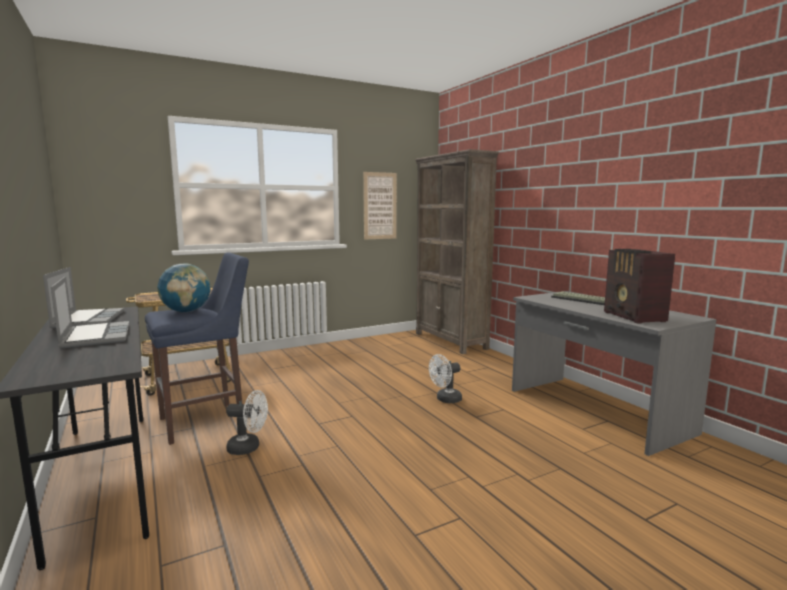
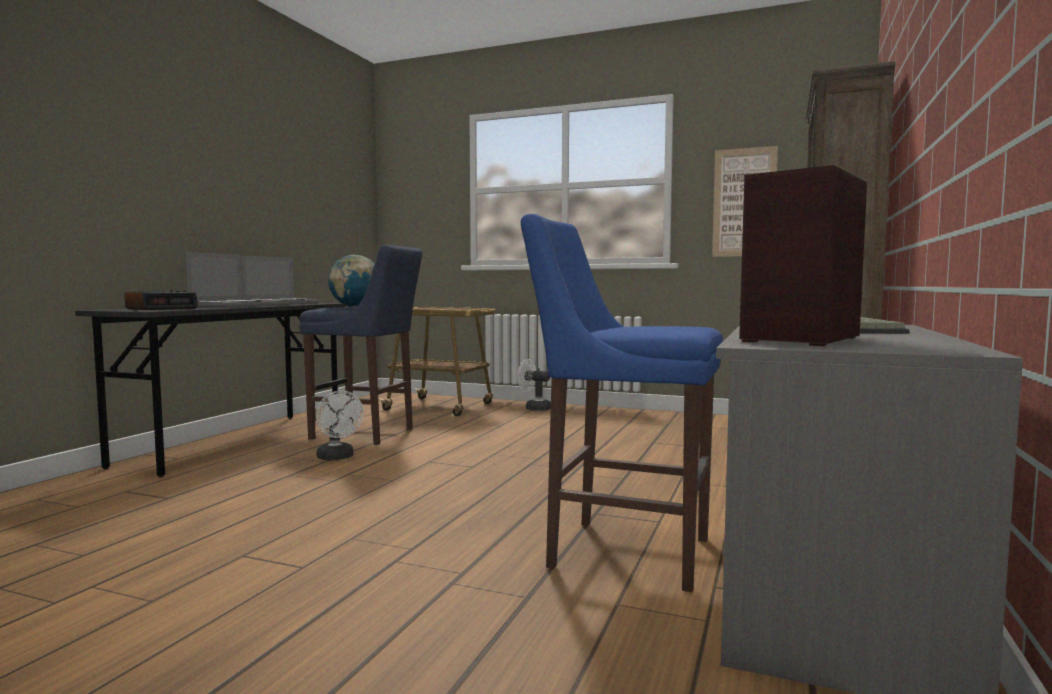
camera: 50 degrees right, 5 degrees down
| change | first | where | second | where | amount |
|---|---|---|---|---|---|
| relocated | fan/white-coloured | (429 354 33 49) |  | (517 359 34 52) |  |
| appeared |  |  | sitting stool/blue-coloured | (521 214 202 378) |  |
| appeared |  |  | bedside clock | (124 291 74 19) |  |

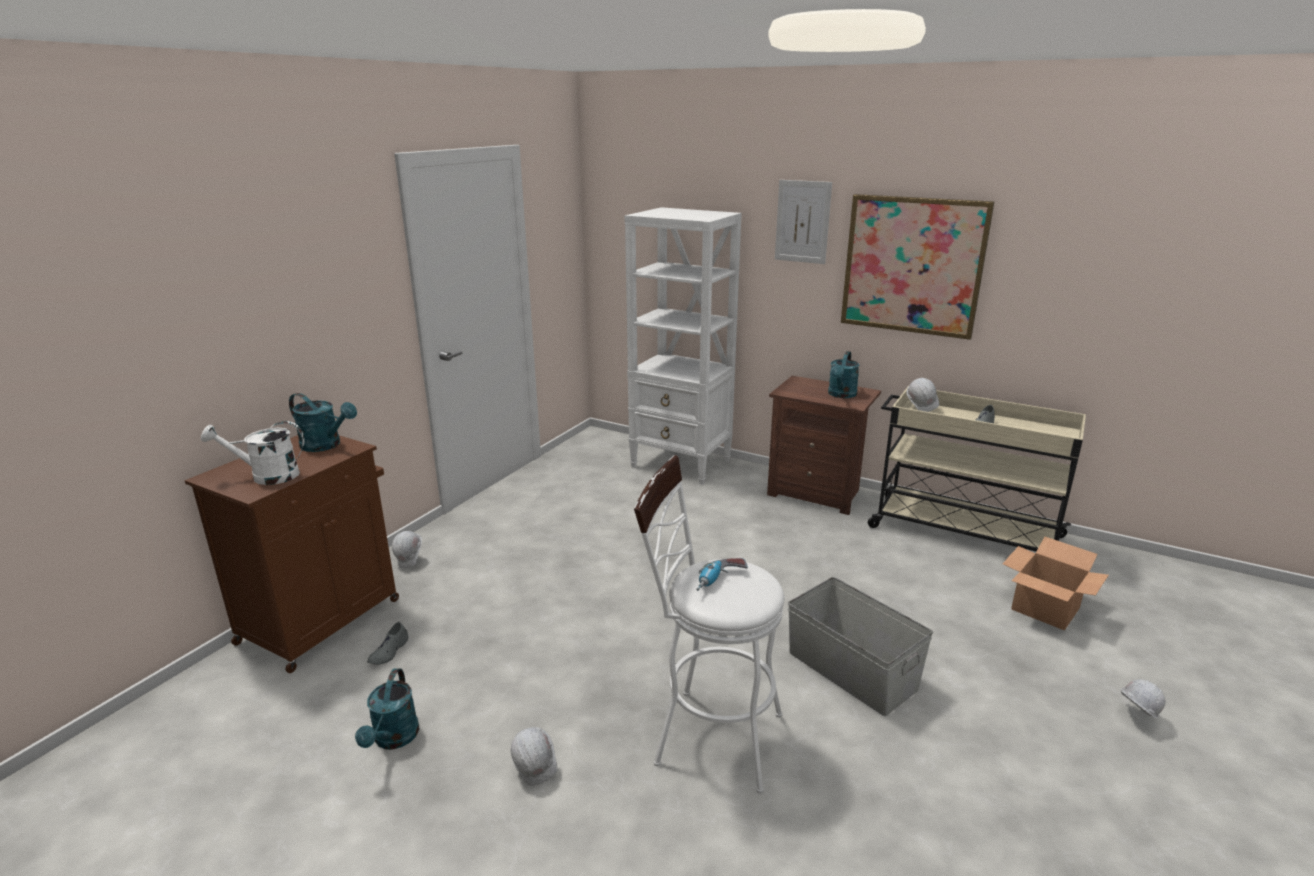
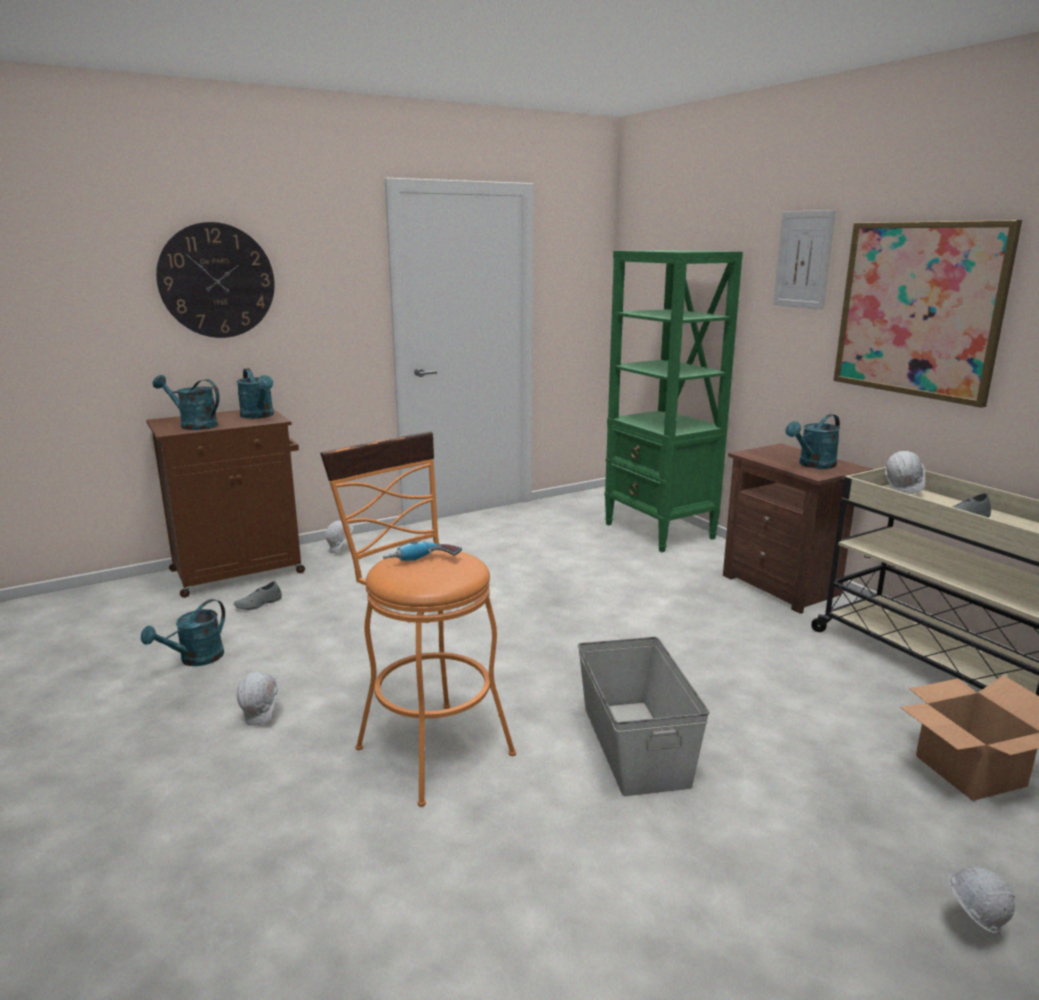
camera: 30 degrees right, 5 degrees down
| change | first | where | second | where | amount |
|---|---|---|---|---|---|
| colour | shelving unit/white-coloured | (625 207 117 278) | shelving unit/green-coloured | (604 250 139 302) |  |
| colour | sprinkling can/white-coloured | (201 421 103 64) | sprinkling can/turquoise | (153 375 67 55) |  |
| colour | sitting stool/white-coloured | (634 455 150 338) | sitting stool/orange-coloured | (320 432 196 375) |  |
| appeared |  |  | hanging clock | (156 222 119 116) |  |

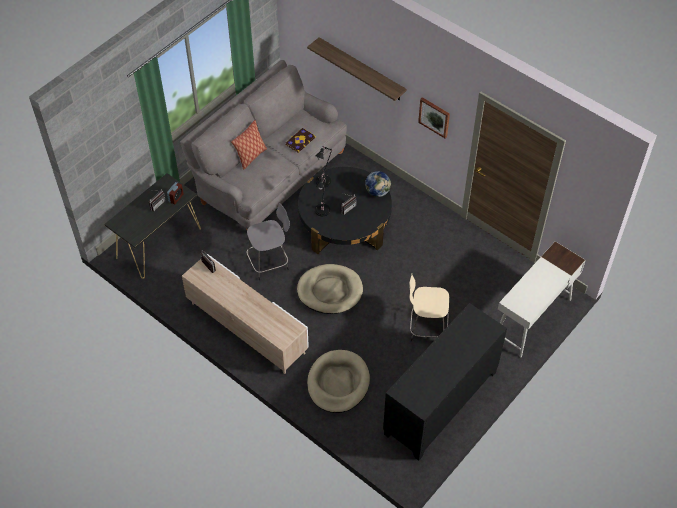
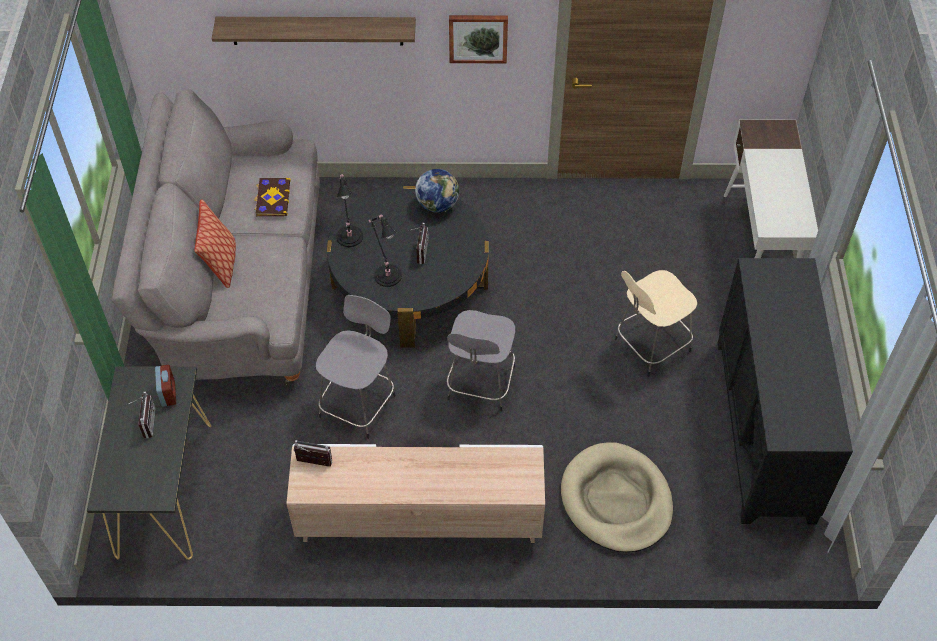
camera: 40 degrees left, 0 degrees up
| change | first | where | second | where | amount |
|---|---|---|---|---|---|
| exchanged | dog cushion/sand-coloured | (297 264 66 50) | sitting stool/gray | (447 310 68 101) |  |

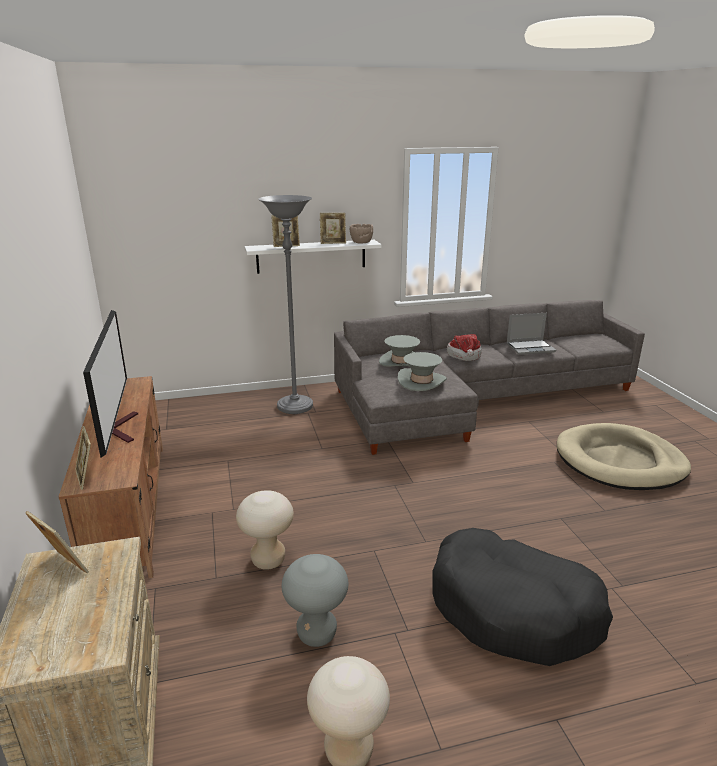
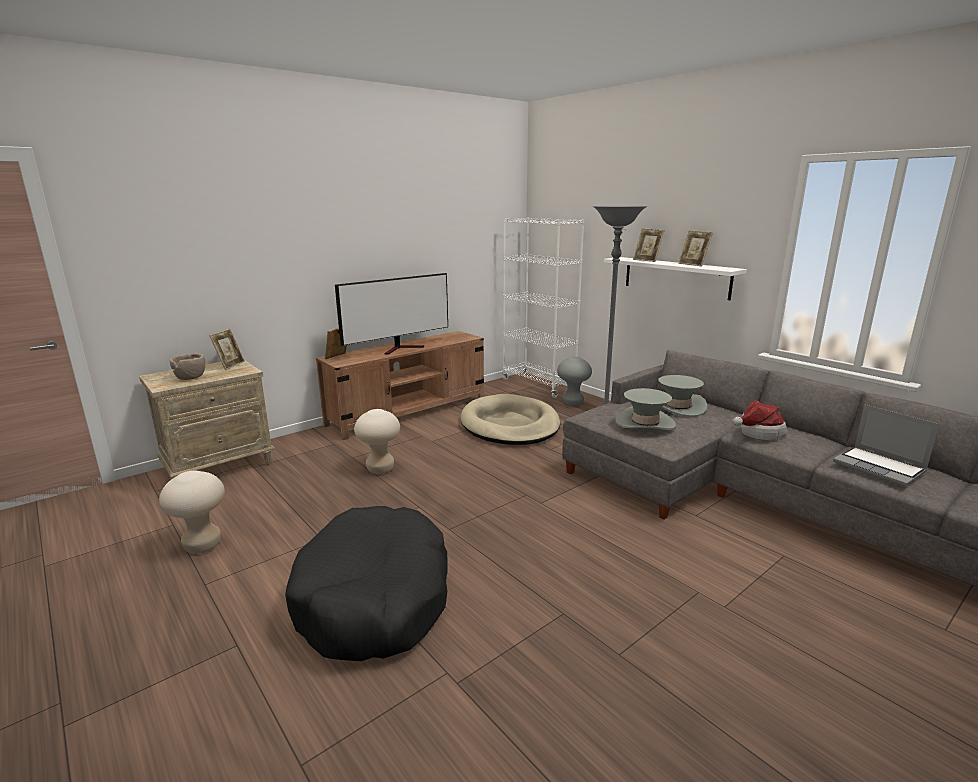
camera: 65 degrees right, 5 degrees down
| change | first | where | second | where | amount |
|---|---|---|---|---|---|
| relocated | serving bowl/brown | (350 224 23 20) |  | (170 353 35 27) |  |
| relocated | dog cushion/sand-coloured | (557 423 134 67) |  | (461 394 99 51) |  |
| relocated | sitting stool/gray | (282 554 66 93) |  | (557 357 35 49) |  |
| appeared |  |  | shelving unit/white-coloured | (502 217 82 181) |  |

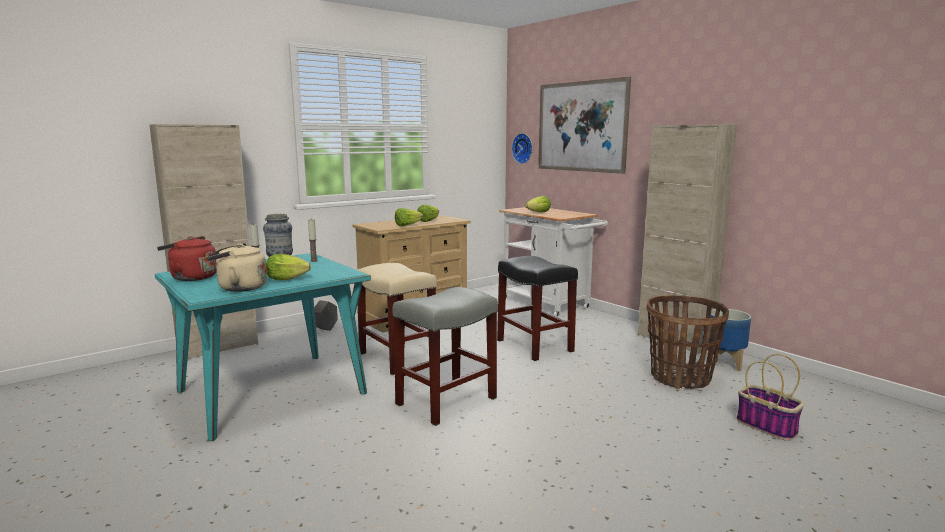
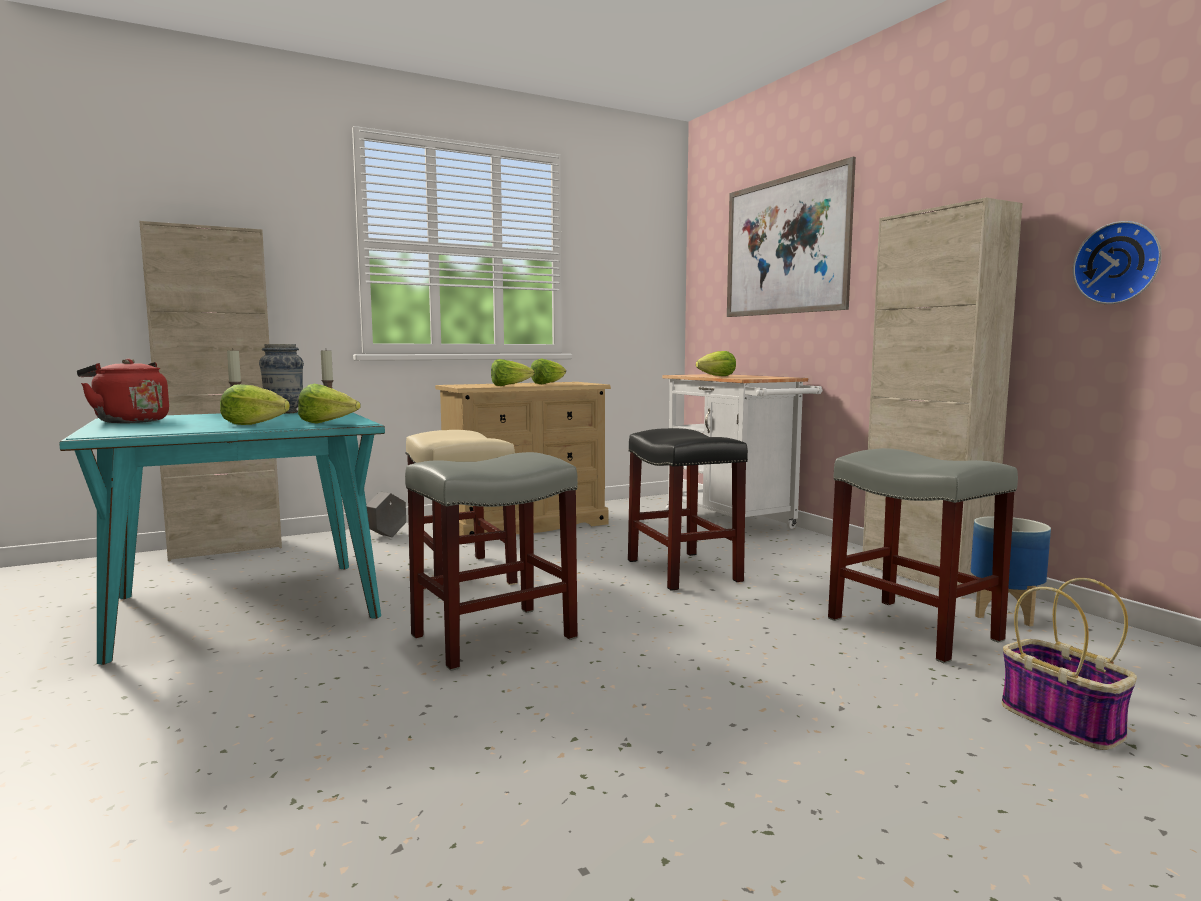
camera: 10 degrees right, 5 degrees down
| change | first | where | second | where | amount |
|---|---|---|---|---|---|
| relocated | hanging clock | (512 133 21 31) |  | (1073 221 89 83) |  |
| missing | kettle/sand-coloured | (207 243 60 49) |  |  |  |
| exchanged | storage basket | (646 295 83 94) | sitting stool/gray | (828 448 190 215) |  |
| appeared |  |  | lettuce | (298 384 63 40) |  |

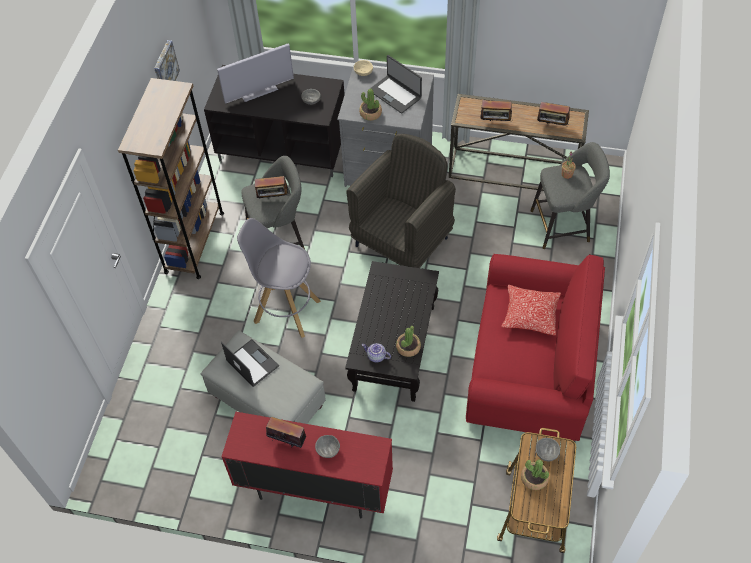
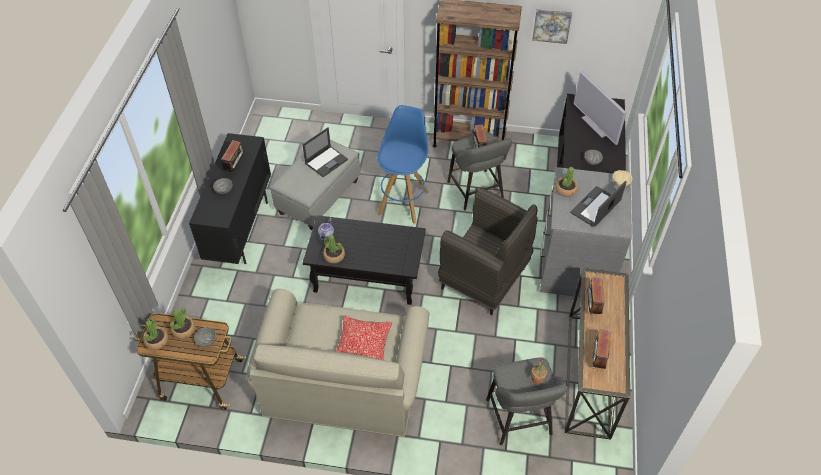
camera: 85 degrees right, 5 degrees down
| change | first | where | second | where | amount |
|---|---|---|---|---|---|
| colour | sitting stool/gray | (237 218 84 120) | sitting stool/blue-coloured | (377 105 51 119) |  |
| colour | couch/reddish | (466 254 139 187) | couch/sand-coloured | (246 288 184 149) |  |
| colour | storage cabinet/reddish | (221 412 172 106) | storage cabinet/blackish | (189 133 82 131) |  |
| appeared |  |  | potted plant | (143 318 25 32) |  |

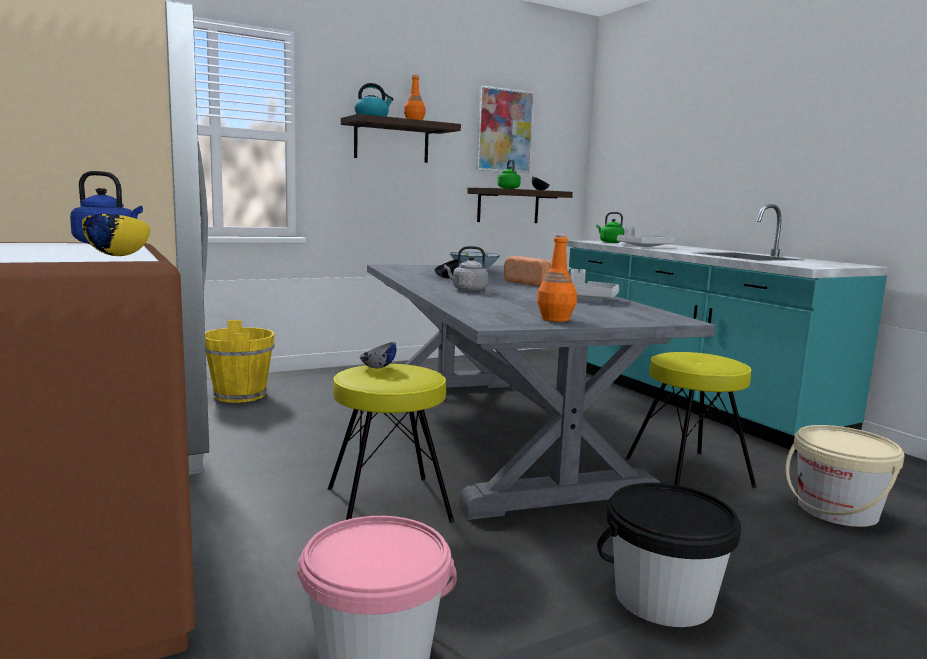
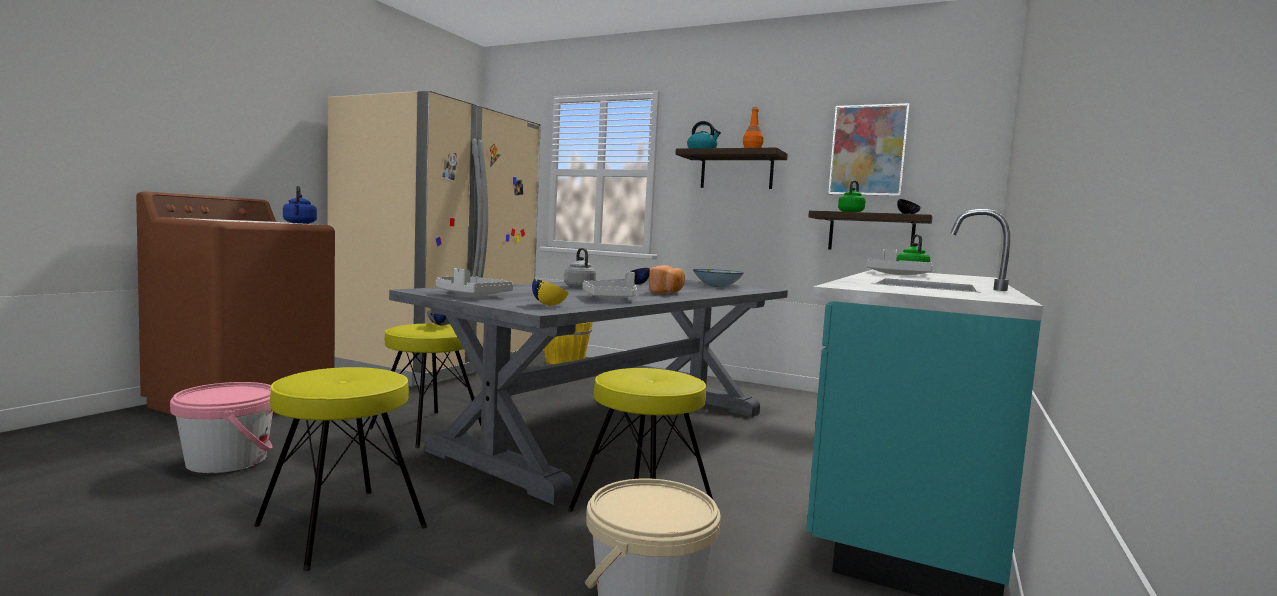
camera: 55 degrees right, 5 degrees down
| change | first | where | second | where | amount |
|---|---|---|---|---|---|
| relocated | serving bowl/yellowish | (82 214 68 42) |  | (532 279 37 27) |  |
| exchanged | beverage bottle/orange-coloured | (537 234 40 88) | serving tray/gray | (436 268 77 28) |  |
| exchanged | bucket/blackish | (597 483 144 144) | sitting stool/yellowish | (254 367 173 204) |  |

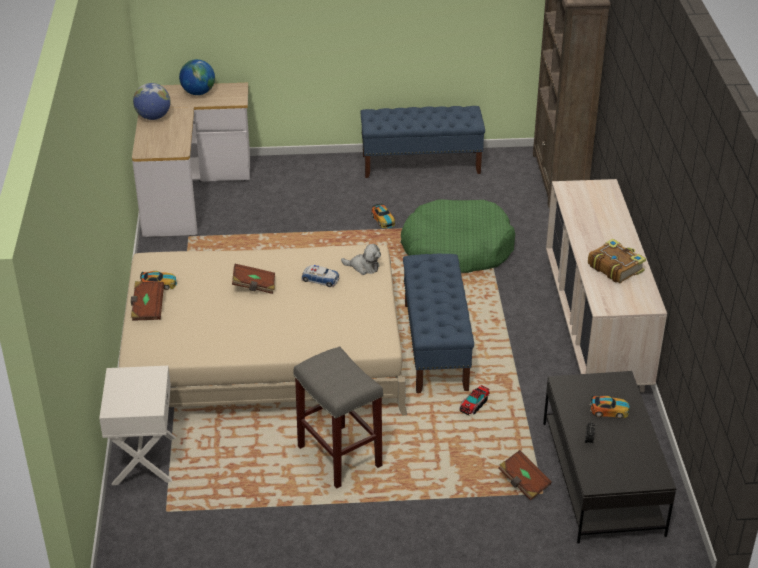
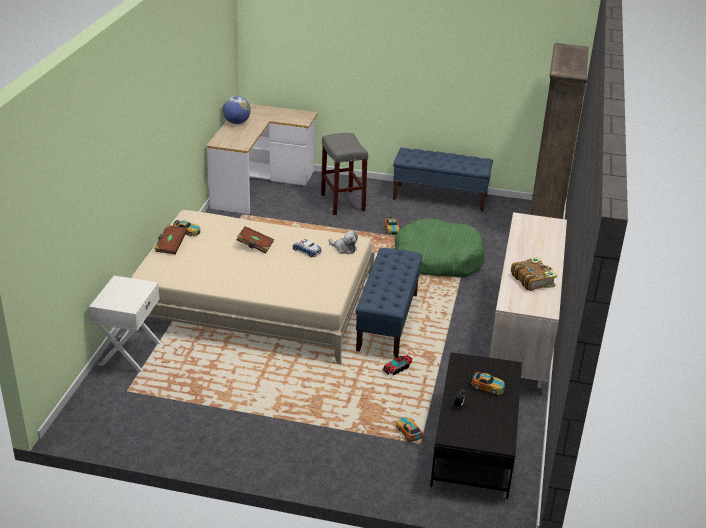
camera: 15 degrees right, 5 degrees down
| change | first | where | second | where | amount |
|---|---|---|---|---|---|
| missing | world globe | (179 59 36 36) |  |  |  |
| relocated | sitting stool/gray | (294 346 89 142) |  | (321 133 47 82) |  |
| exchanged | book/brown | (498 450 54 51) | toy car | (396 418 27 24) |  |

